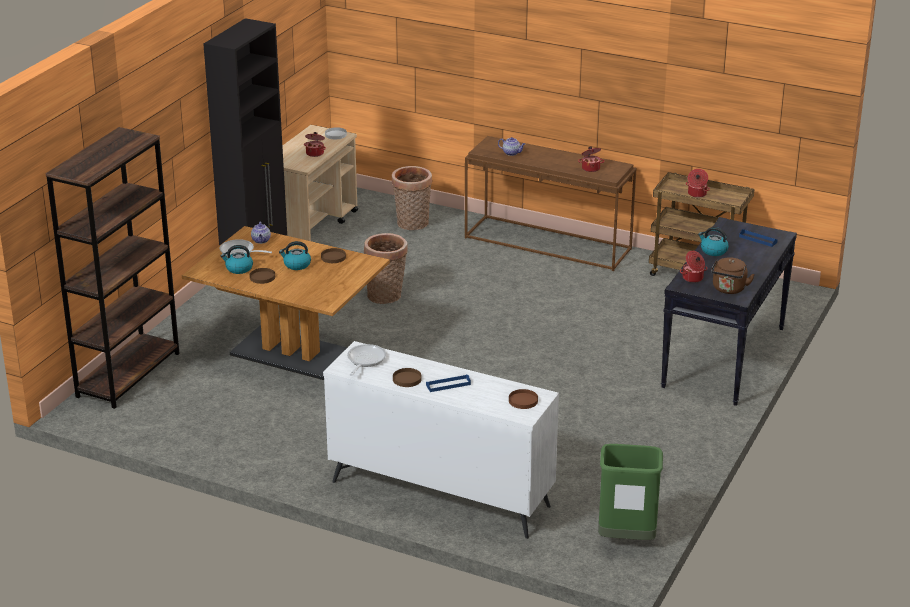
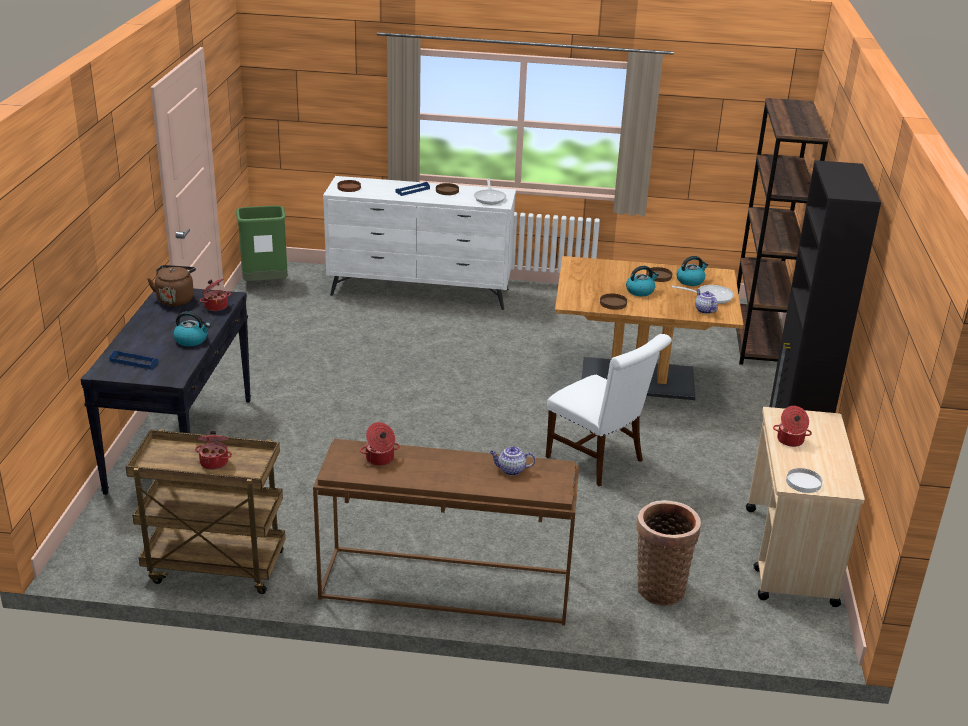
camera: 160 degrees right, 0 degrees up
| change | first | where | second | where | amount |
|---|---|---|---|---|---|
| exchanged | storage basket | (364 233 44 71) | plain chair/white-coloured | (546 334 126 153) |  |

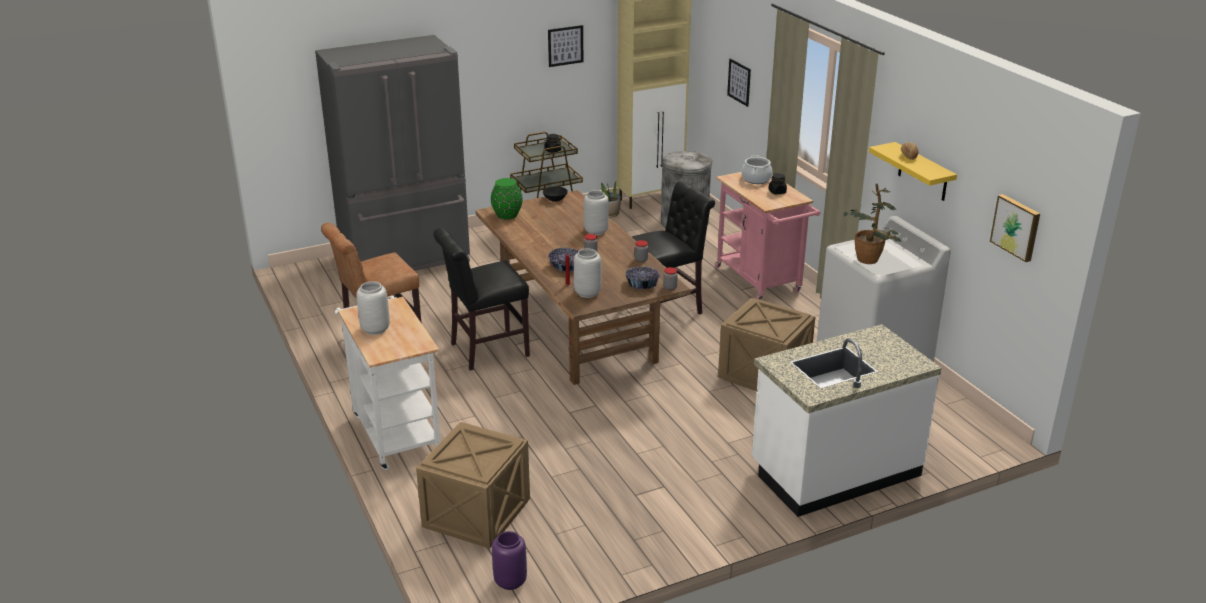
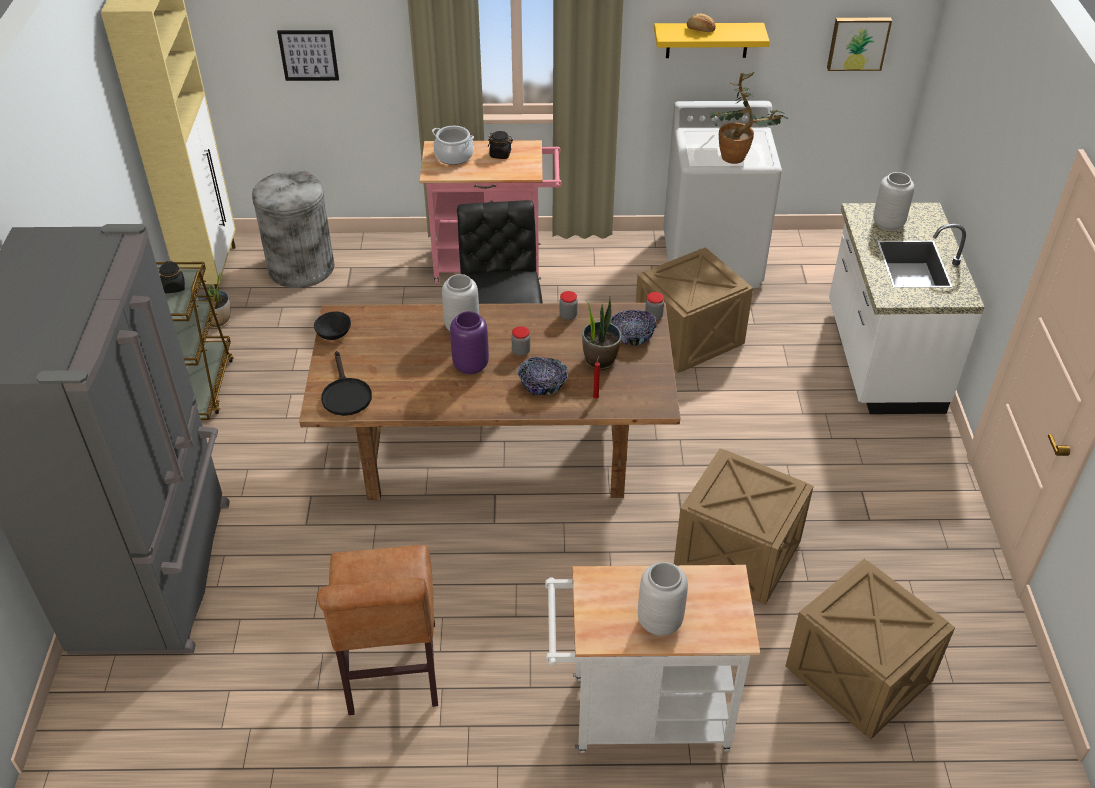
camera: 65 degrees left, 15 degrees up
| change | first | where | second | where | amount |
|---|---|---|---|---|---|
| missing | wall art | (548 25 35 42) |  |  |  |
| exchanged | vase/green-coloured | (491 178 32 41) | pan/blackish | (321 351 51 65) |  |
| missing | plain chair/blackish | (433 228 97 142) |  |  |  |
| relocated | vase/gray | (574 248 27 50) |  | (873 172 42 59) |  |
| relocated | vase/purplish | (492 531 35 59) |  | (450 311 39 63) |  |
| appeared |  |  | potted plant | (582 297 39 73) |  |
| appeared |  |  | crate | (674 448 140 157) |  |

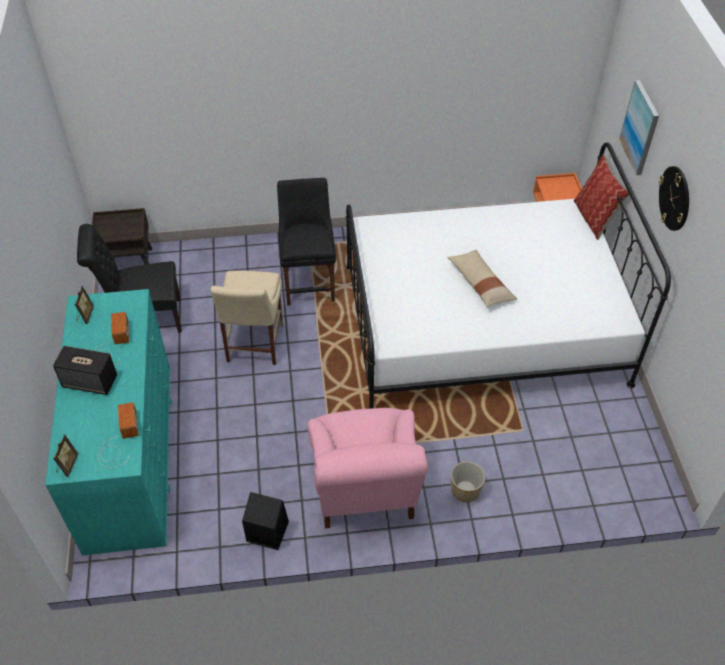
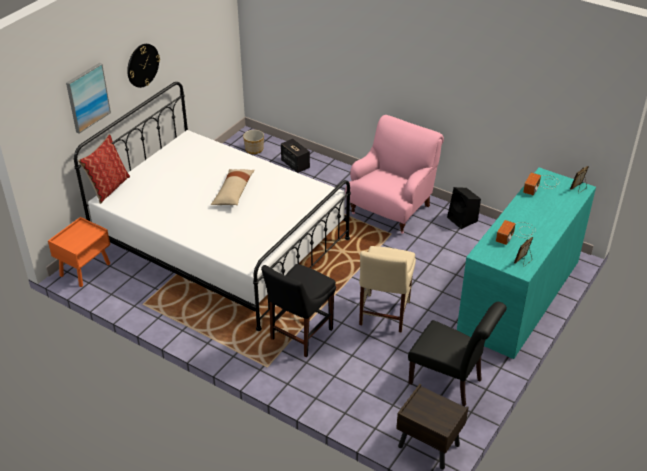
camera: 140 degrees left, 10 degrees down
| change | first | where | second | where | amount |
|---|---|---|---|---|---|
| spun | plain chair/sand-coloured | (210 271 73 94) |  | (359 246 57 87) | 150 degrees clockwise |
| relocated | speaker | (53 346 64 49) |  | (281 139 29 34) |  |
| relocated | flower pot | (451 461 34 41) |  | (243 130 21 24) |  |

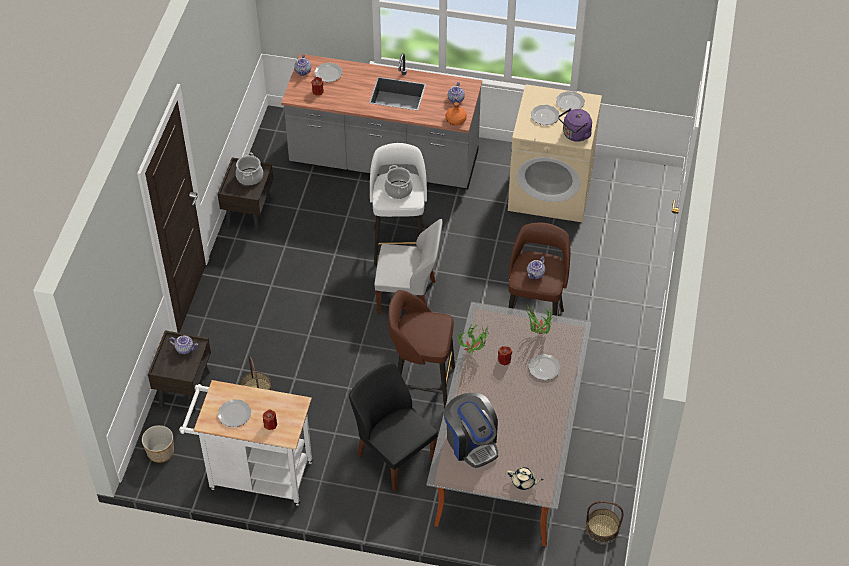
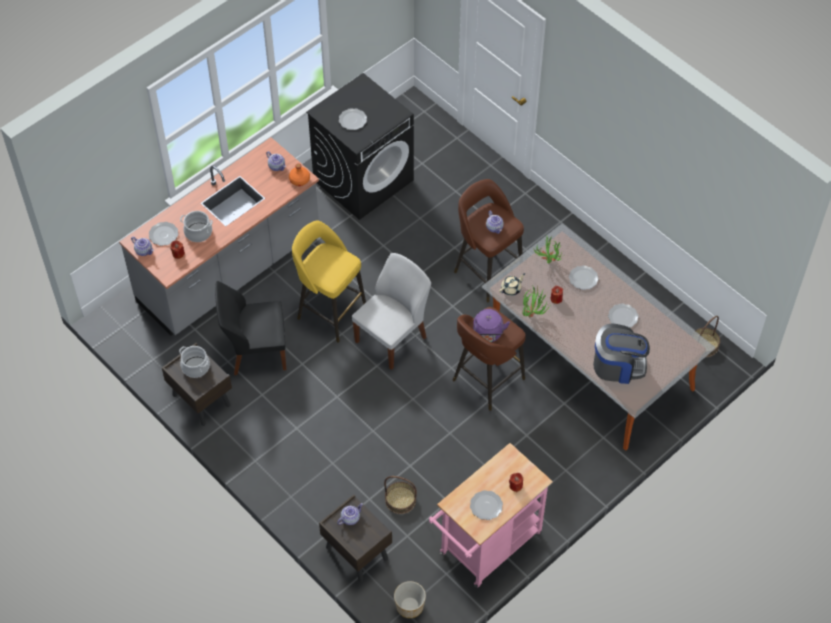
camera: 55 degrees left, 5 degrees up
| change | first | where | second | where | amount |
|---|---|---|---|---|---|
| colour | washing machine/sand-coloured | (508 84 94 138) | washing machine/blackish | (306 73 108 147) |  |
| relocated | plate | (556 91 29 20) |  | (608 304 30 24) |  |
| relocated | kettle/purplish | (558 108 34 34) |  | (473 309 37 33) |  |
| colour | sitting stool/white-coloured | (370 143 57 123) | sitting stool/yellowish | (292 221 74 122) |  |
| relocated | stockpot | (384 165 29 34) |  | (180 211 33 31) |  |
| relocated | plain chair/blackish | (349 362 89 129) |  | (215 281 72 94) |  |
| colour | trolley/white-coloured | (179 380 133 126) | trolley/pink-coloured | (429 443 124 145) |  |
| relocated | tea pot/sand-coloured | (507 467 37 23) |  | (499 273 27 23) |  |

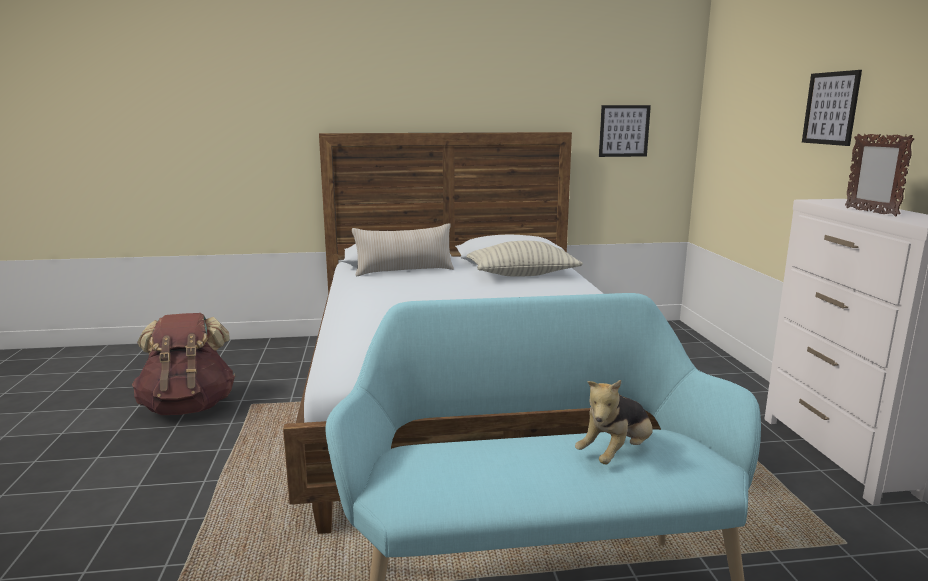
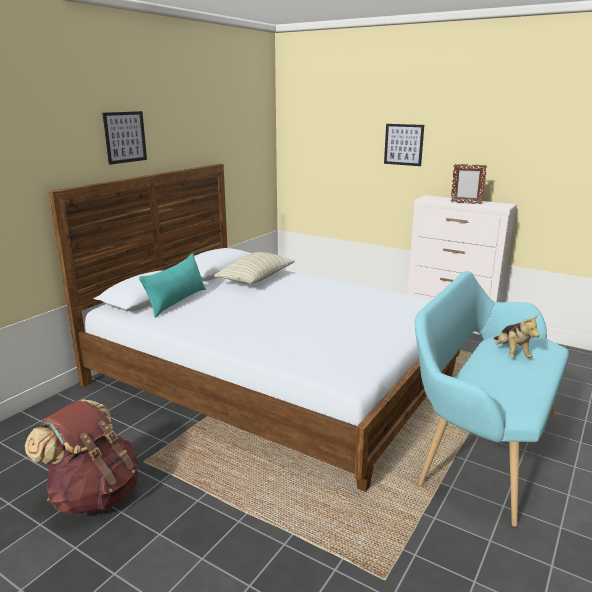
camera: 50 degrees left, 5 degrees up
| change | first | where | second | where | amount |
|---|---|---|---|---|---|
| relocated | wall art | (599 105 52 52) |  | (102 111 45 54) |  |
| colour | cushion/sand-coloured | (352 223 102 53) | cushion/turquoise | (139 253 67 65) |  |

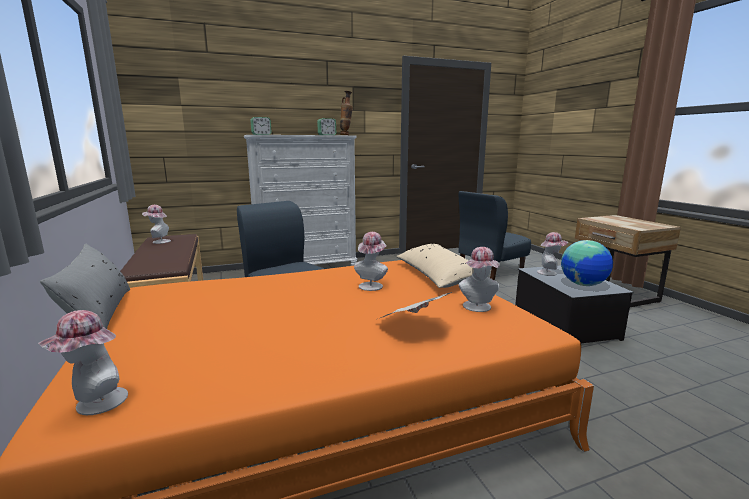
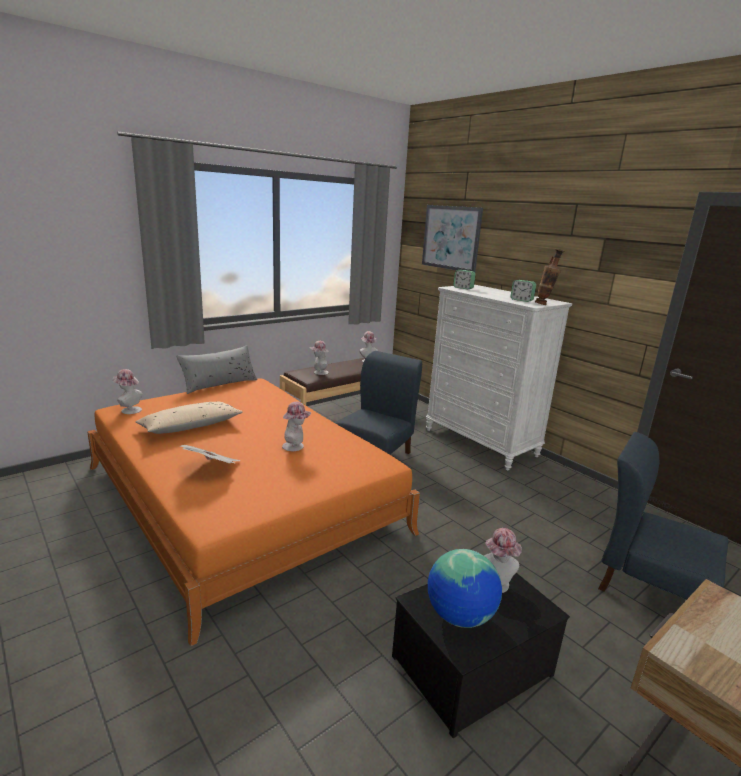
camera: 70 degrees right, 5 degrees up
| change | first | where | second | where | amount |
|---|---|---|---|---|---|
| relocated | cushion/sand-coloured | (396 244 95 44) |  | (135 402 108 32) |  |
| relocated | hat | (458 247 42 65) |  | (310 341 19 34) |  |
| appeared |  |  | wall art | (422 205 61 67) |  |

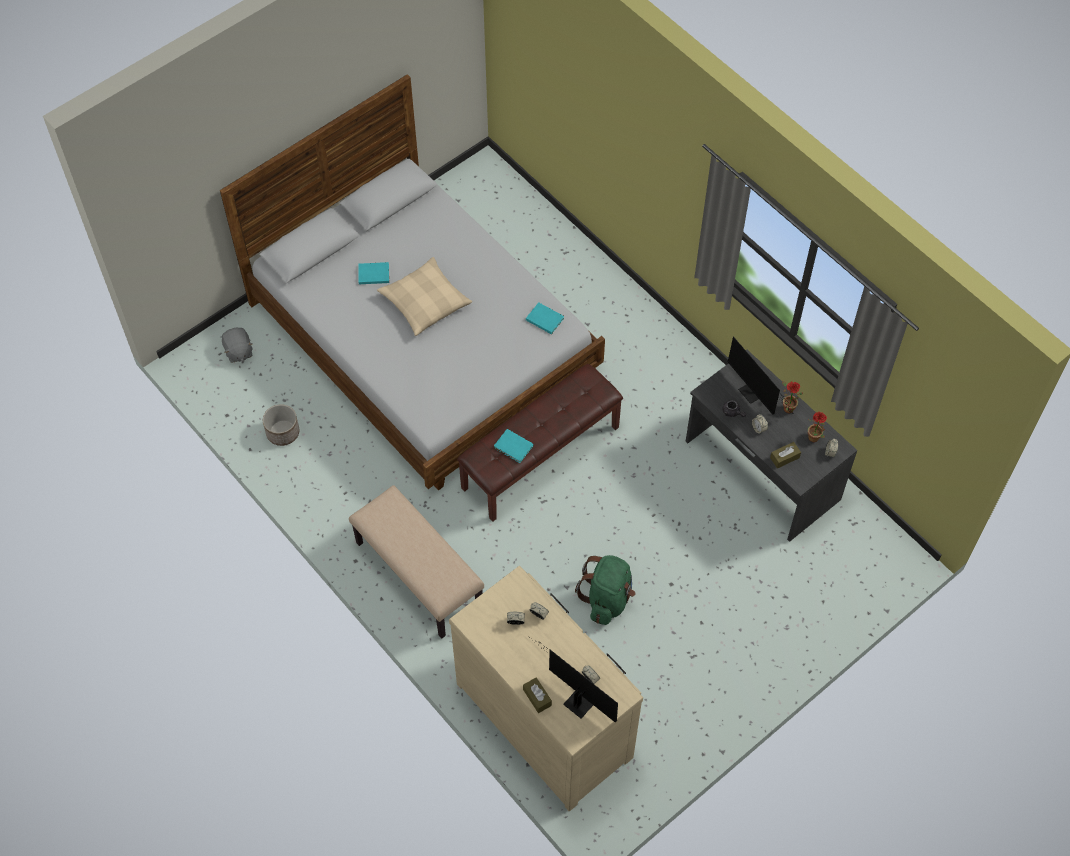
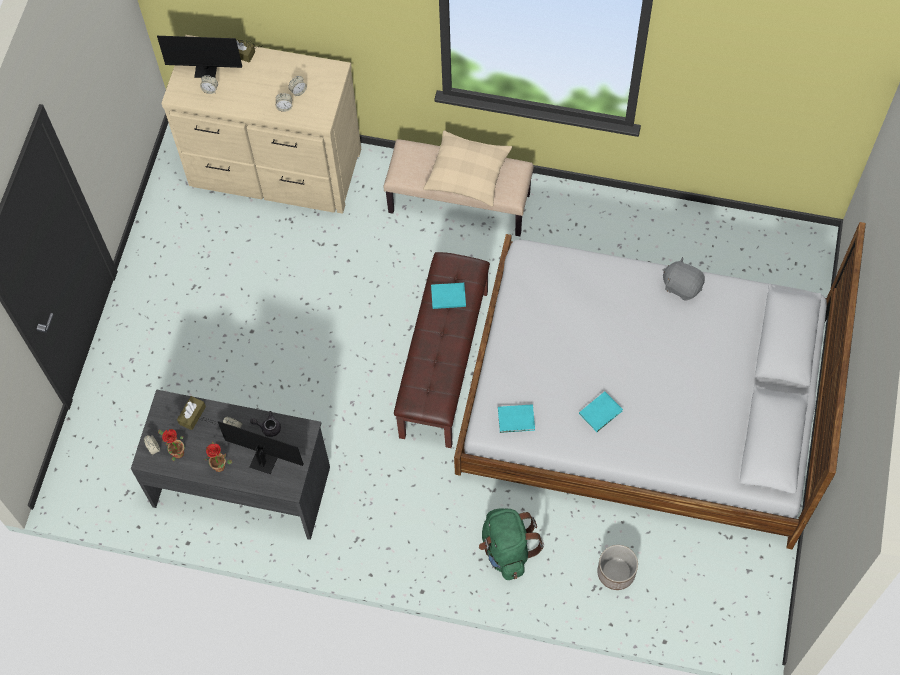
camera: 145 degrees right, 5 degrees up
| change | first | where | second | where | amount |
|---|---|---|---|---|---|
| relocated | cushion/sand-coloured | (377 257 95 79) |  | (423 130 89 77) |  |
| relocated | book/turquoise | (358 262 31 22) |  | (579 391 44 41) |  |
| relocated | plush toy/gray | (222 328 31 34) |  | (663 257 42 44) |  |
| relocated | flower pot | (263 404 36 42) |  | (597 545 41 45) |  |
| relocated | knapsack/green-coloured | (575 555 60 70) |  | (479 508 65 72) |  |

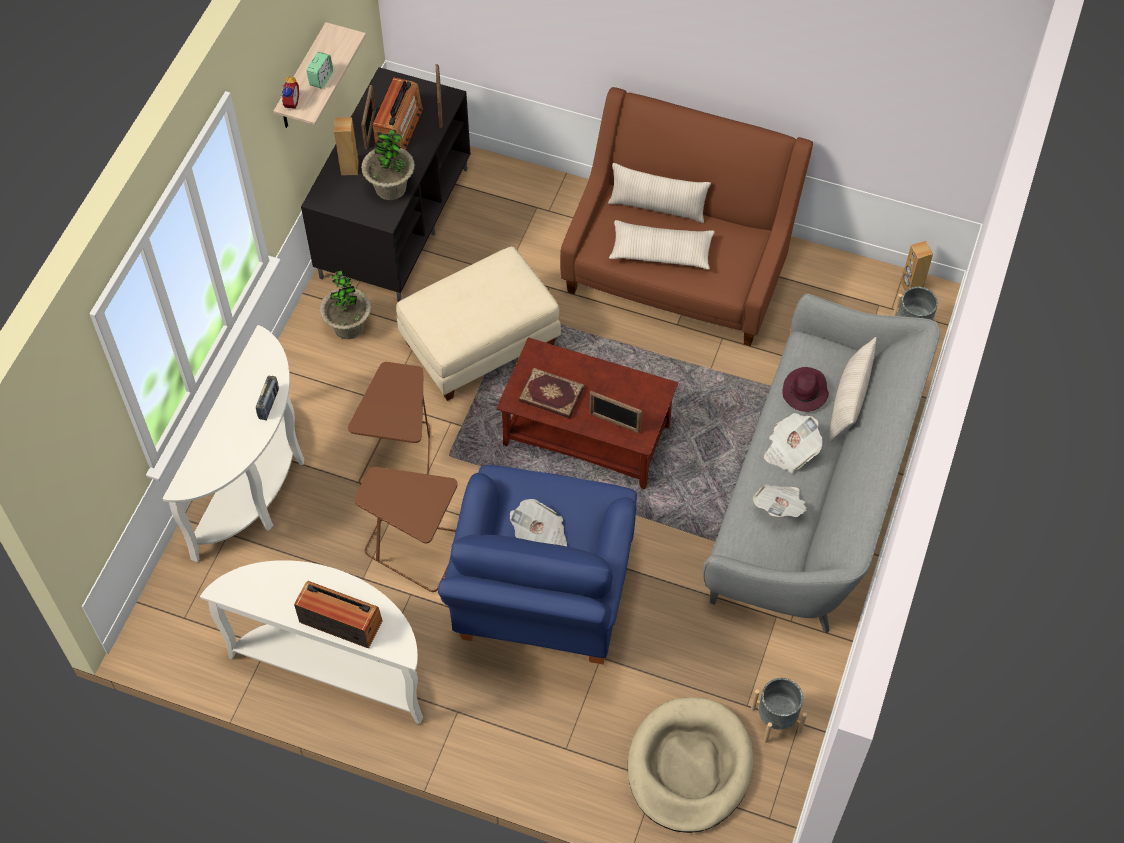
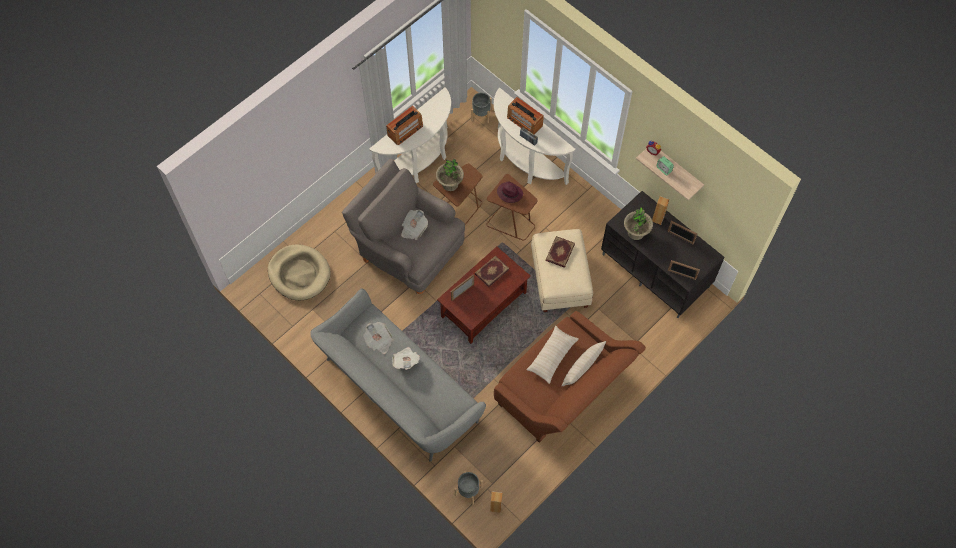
camera: 115 degrees right, 5 degrees up
| change | first | where | second | where | amount |
|---|---|---|---|---|---|
| relocated | radio receiver | (373 77 50 73) |  | (507 97 37 37) |  |
| relocated | potted plant | (320 271 51 68) |  | (436 159 28 32) |  |
| missing | cushion/sand-coloured | (829 337 48 106) |  |  |  |
| relocated | hat/purplish | (783 367 46 45) |  | (497 182 26 21) |  |
| colour | easy chair/blue-coloured | (438 465 199 199) | easy chair/gray | (342 159 123 135) |  |
| relocated | flower pot/gray | (751 678 56 65) |  | (471 93 21 30) |  |
| appeared |  |  | book | (546 236 29 32) |  |

